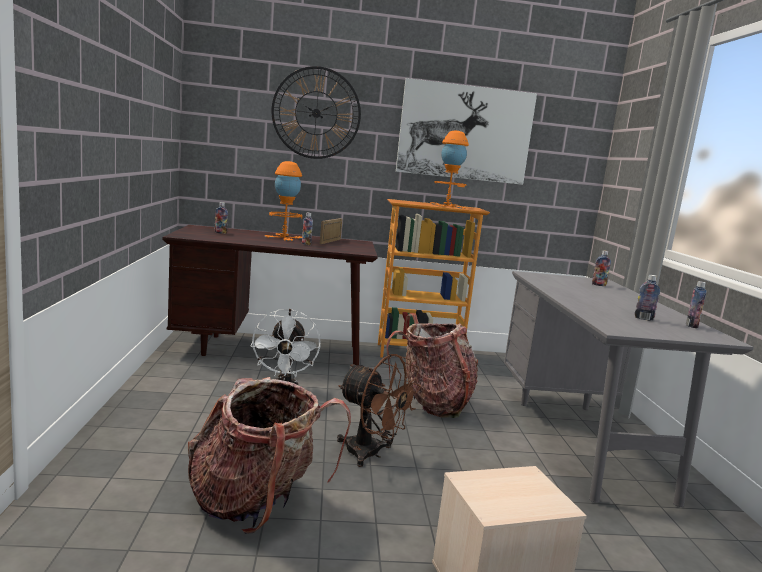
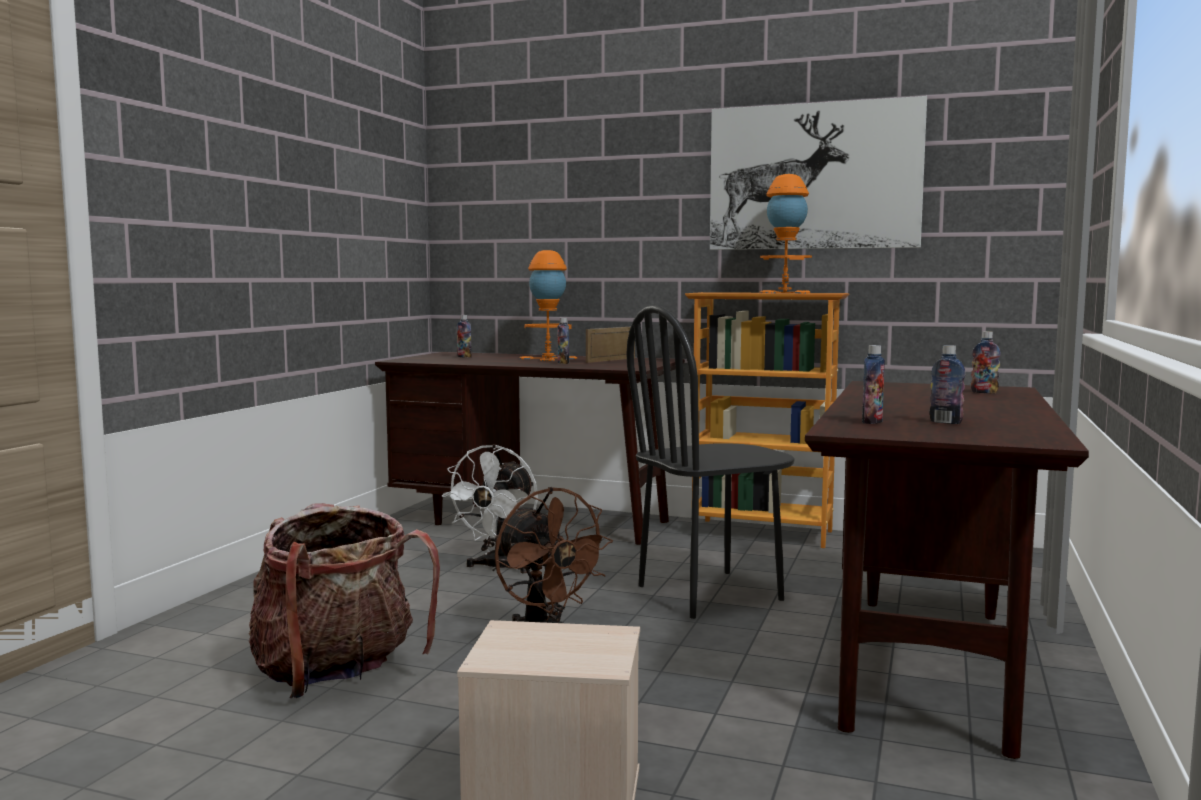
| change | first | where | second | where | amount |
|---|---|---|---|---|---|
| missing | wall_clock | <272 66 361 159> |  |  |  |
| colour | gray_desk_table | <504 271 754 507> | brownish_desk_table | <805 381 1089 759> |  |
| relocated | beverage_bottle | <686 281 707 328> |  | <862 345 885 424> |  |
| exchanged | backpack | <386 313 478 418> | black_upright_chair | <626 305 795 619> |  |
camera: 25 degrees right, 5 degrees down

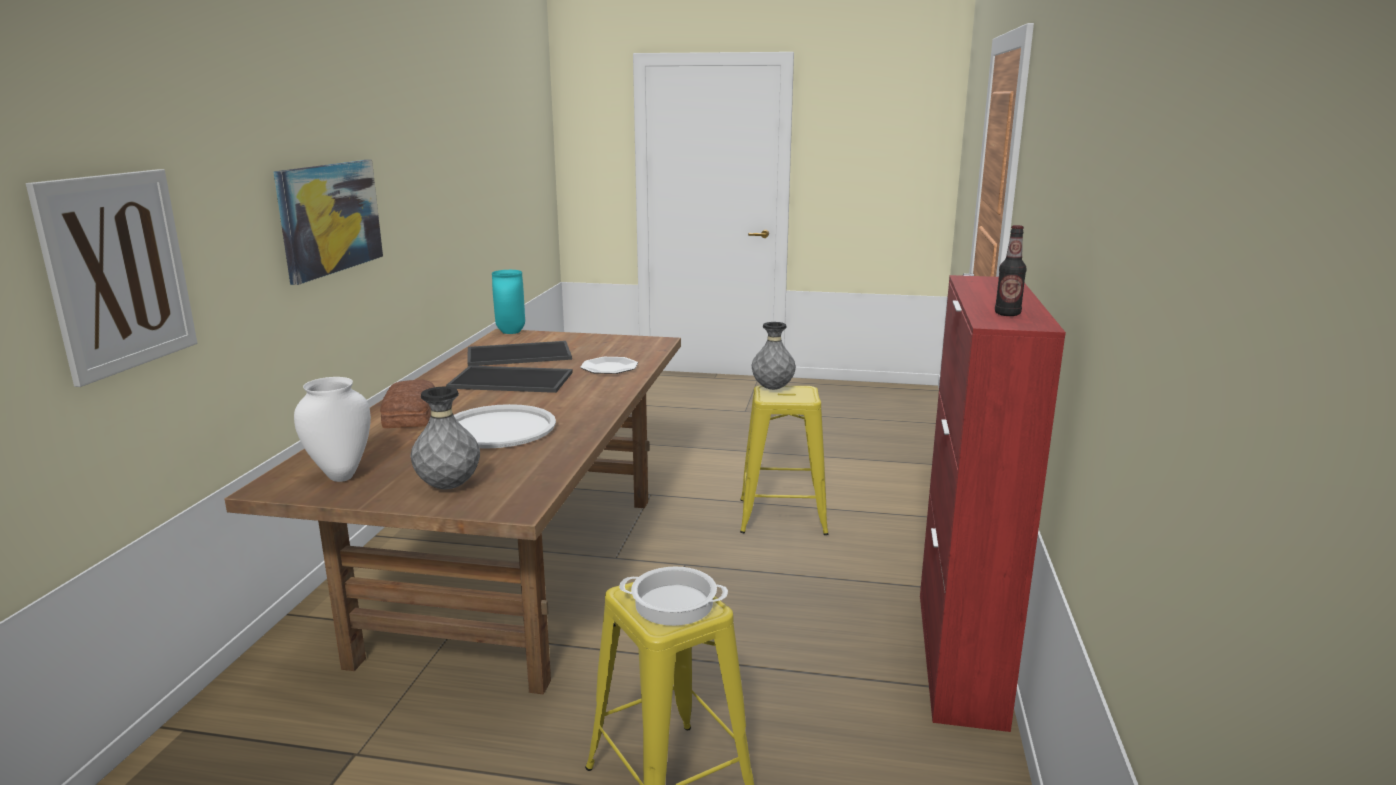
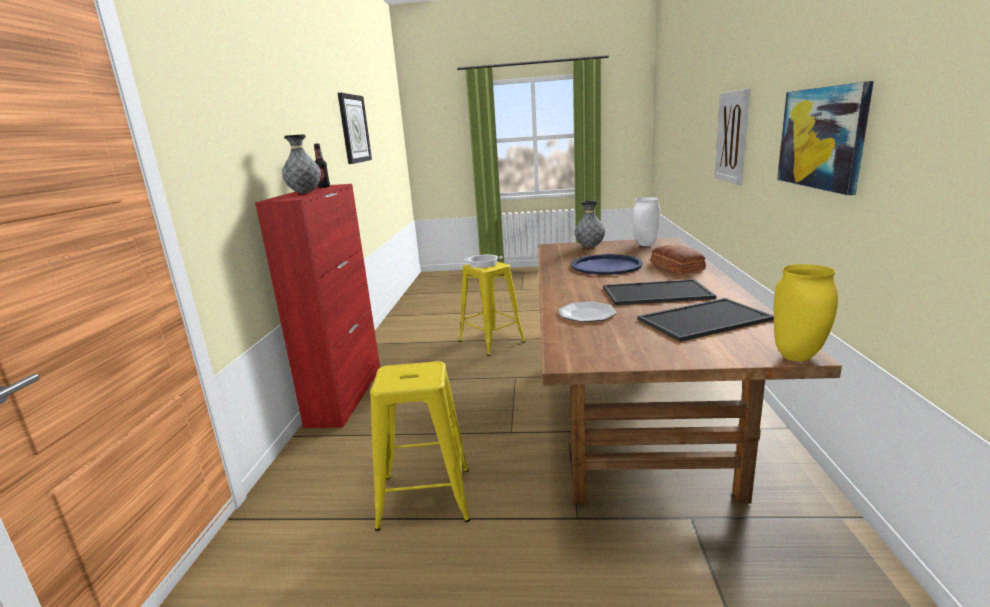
| change | first | where | second | where | amount |
|---|---|---|---|---|---|
| colour | turquoise_decorative_vase | <492 270 525 334> | yellow_decorative_vase | <774 264 838 361> |  |
| relocated | gray_decorative_vase | <752 322 796 390> |  | <282 134 321 194> |  |
| colour | white_serving_tray | <454 404 556 449> | blue-coloured_serving_tray | <571 254 643 275> |  |
| appeared |  |  | wall_clock | <338 93 372 164> |  |
camera: 175 degrees right, 0 degrees up

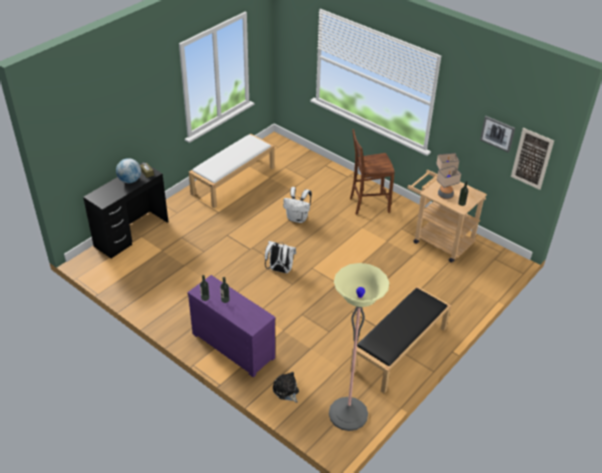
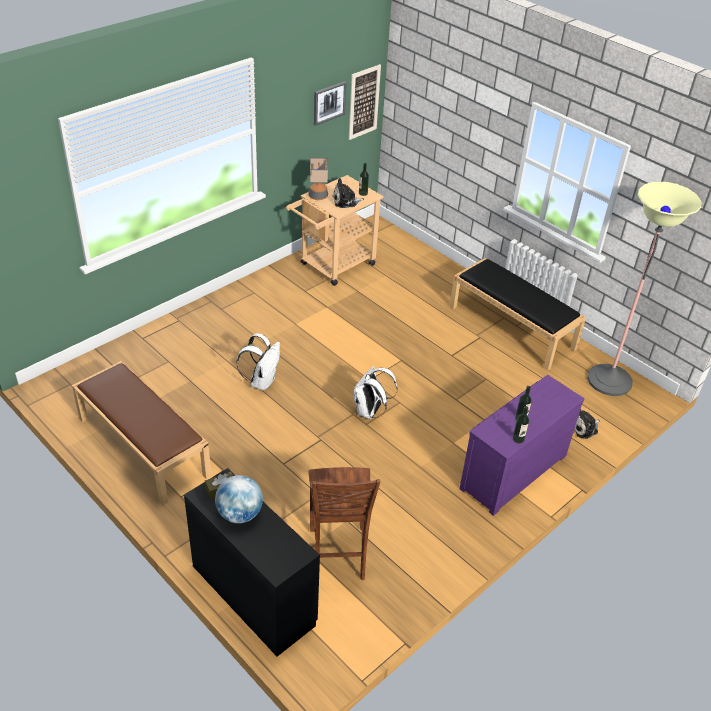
| change | first | where | second | where | amount |
|---|---|---|---|---|---|
| relocated | brownish_upright_chair | <350 129 395 215> |  | <308 467 380 580> |  |
| colour | white_indoor_bench | <189 134 275 208> | brownish_indoor_bench | <72 361 211 506> |  |
| exchanged | tabletop_lamp | <437 166 461 199> | plush_toy | <333 178 364 208> |  |
camera: 85 degrees left, 0 degrees up

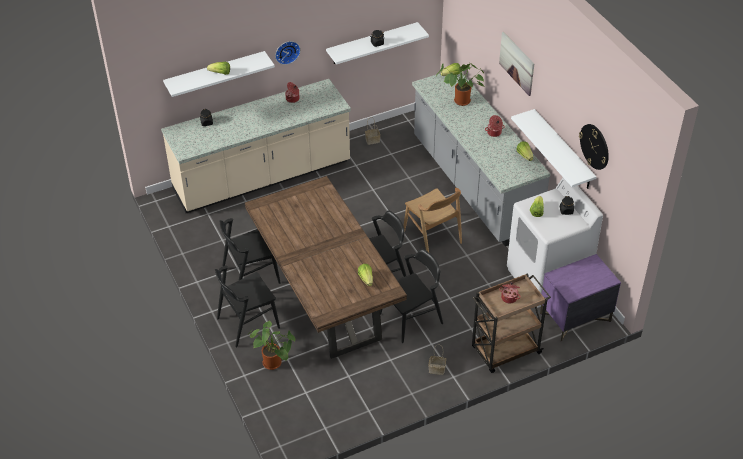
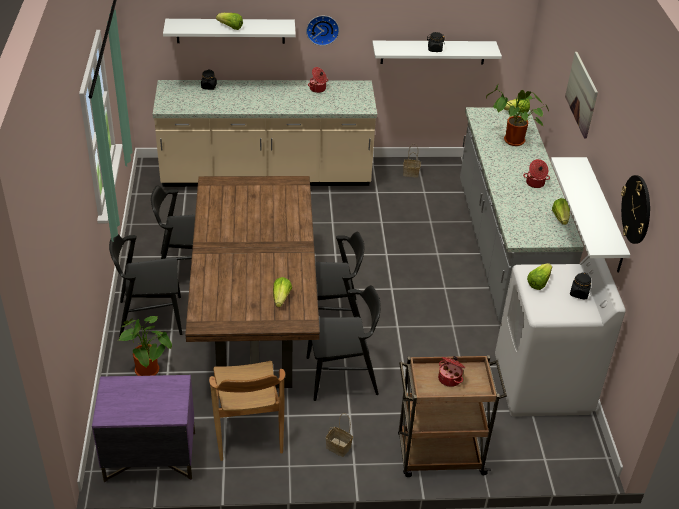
| change | first | where | second | where | amount |
|---|---|---|---|---|---|
| relocated | brownish_upright_chair | <404 188 462 252> |  | <209 361 285 461> |  |
| relocated | purple_nightstand | <540 254 621 342> |  | <92 375 195 483> |  |
camera: 20 degrees right, 5 degrees down

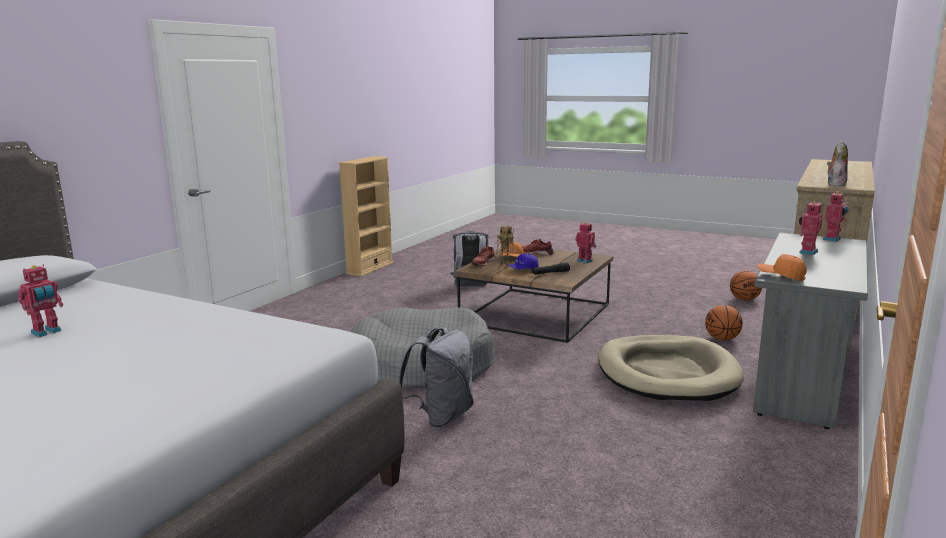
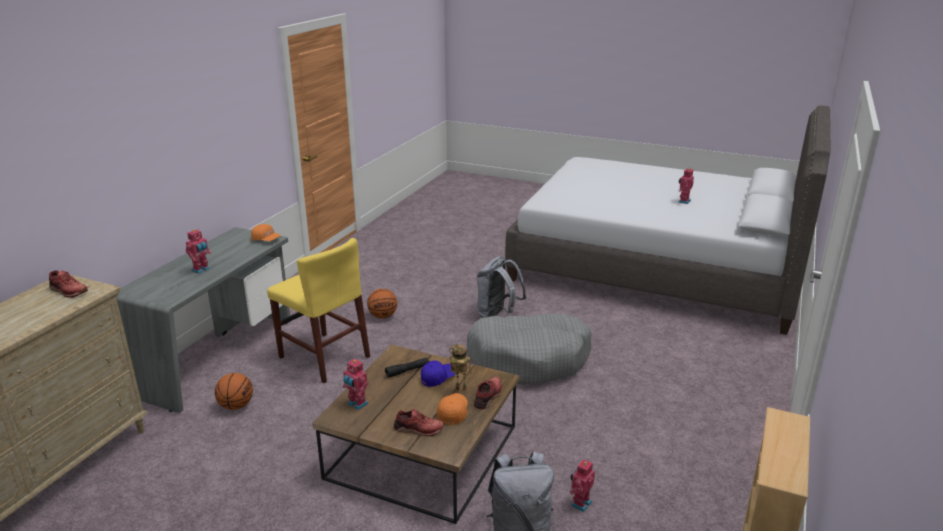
| change | first | where | second | where | amount |
|---|---|---|---|---|---|
| exchanged | plush_toy | <826 140 848 186> | red_item_of_footwear | <49 270 88 298> |  |
| relocated | model_robot | <823 192 848 242> |  | <569 459 595 512> |  |
| relocated | basketball_ball | <730 271 762 301> |  | <367 289 397 318> |  |
| exchanged | beige-coloured_pet_bed | <599 335 744 401> | yellow_upright_chair | <267 238 370 383> |  |
camera: 175 degrees right, 10 degrees up

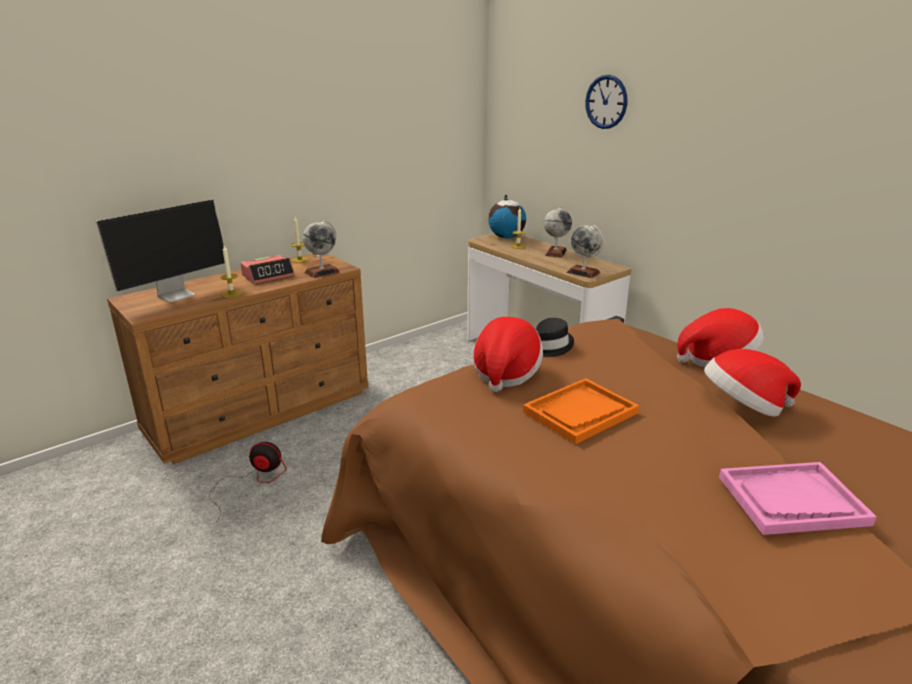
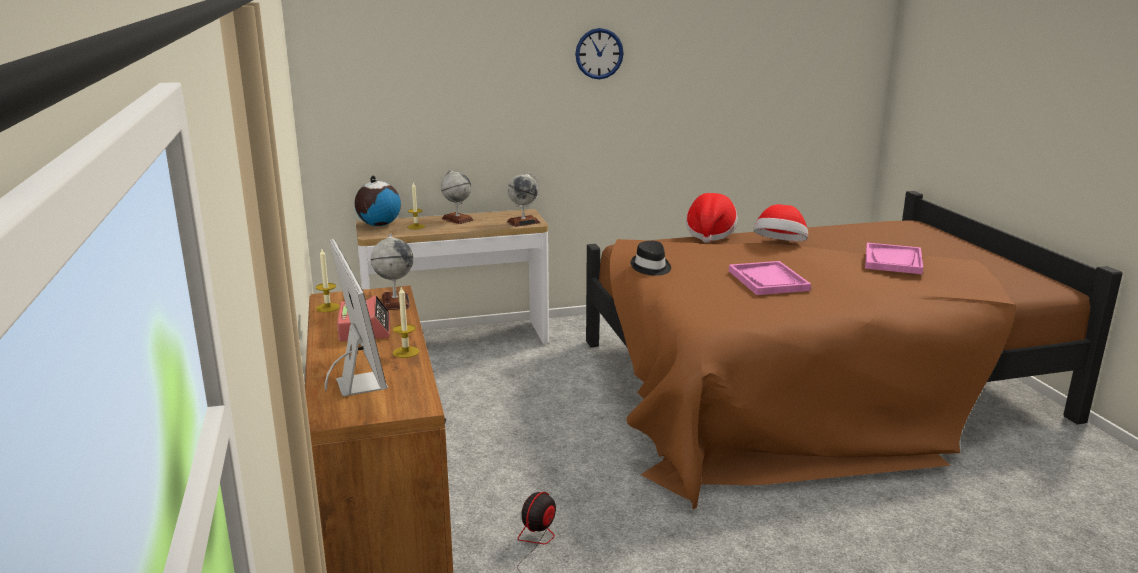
| change | first | where | second | where | amount |
|---|---|---|---|---|---|
| relocated | wall_clock | <585 75 627 129> |  | <575 28 624 79> |  |
| missing | clothing_hat | <473 317 543 392> |  |  |  |
| colour | orangey_serving_tray | <523 378 639 444> | pinkish_serving_tray | <729 261 811 295> |  |
camera: 65 degrees left, 5 degrees down

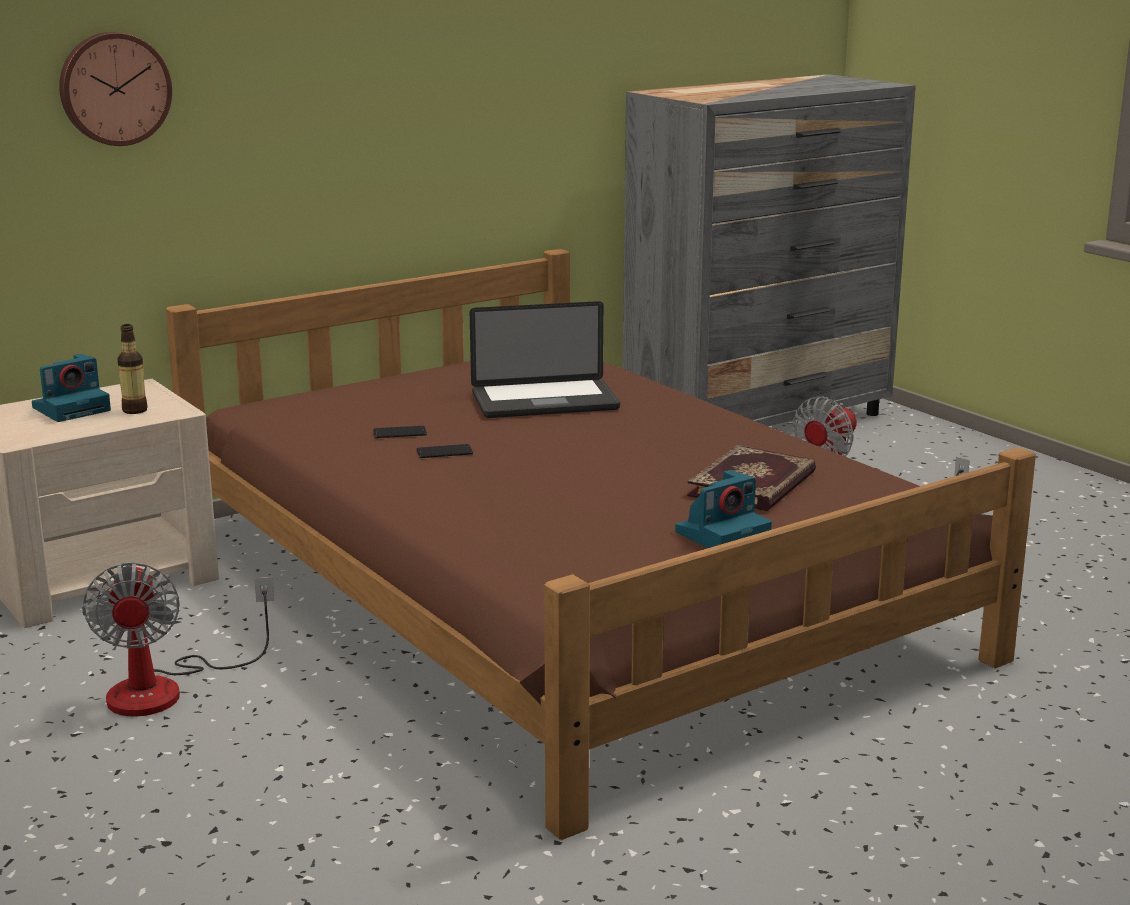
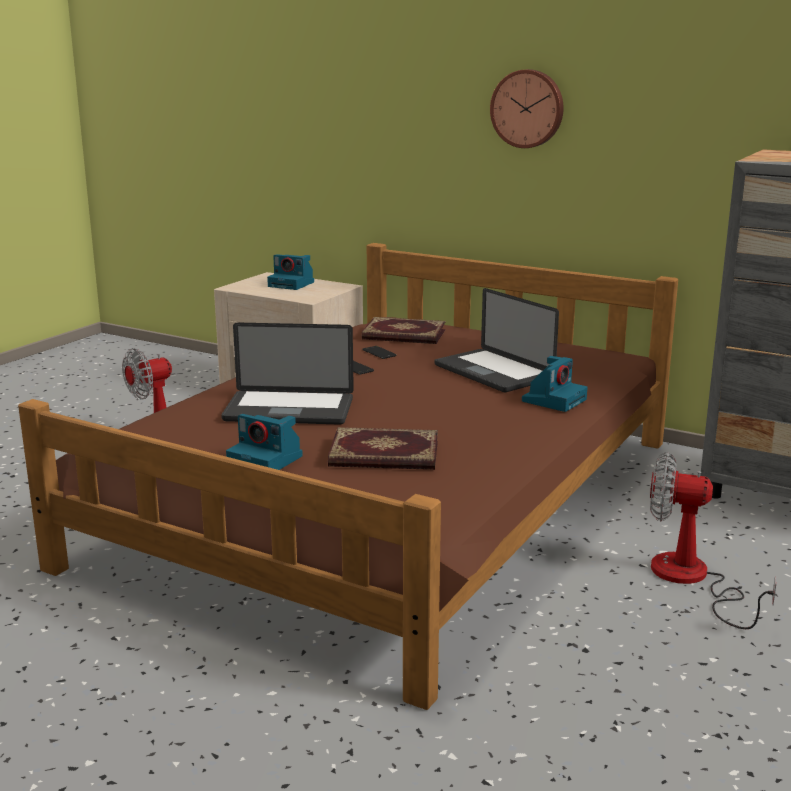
| change | first | where | second | where | amount |
|---|---|---|---|---|---|
| relocated | wall_clock | <59 32 172 146> |  | <490 69 564 148> |  |
| missing | beverage_bottle | <117 324 148 414> |  |  |  |
| appeared |  |  | book | <362 317 446 344> |  |
| appeared |  |  | portable_computer | <221 323 354 425> |  |
| appeared |  |  | photo_camera | <522 356 588 412> |  |
camera: 65 degrees right, 0 degrees up

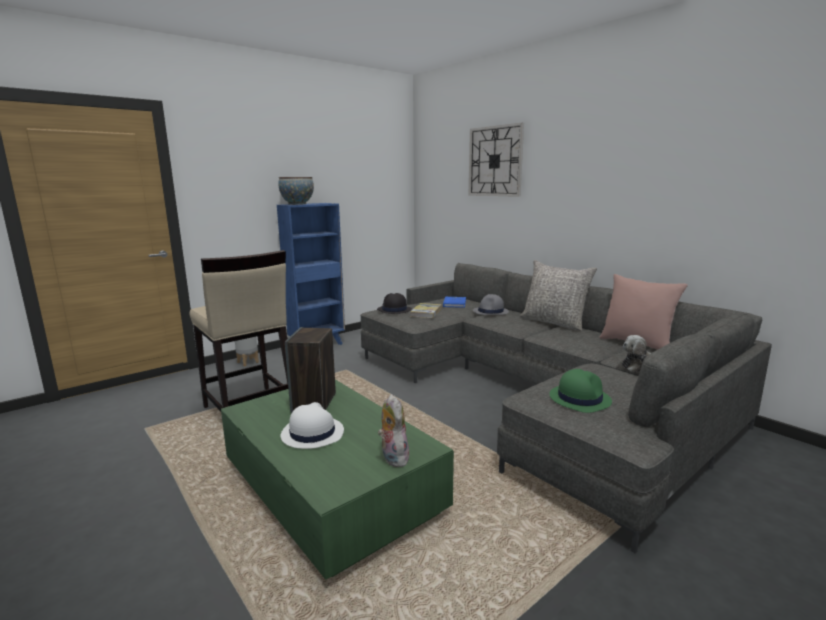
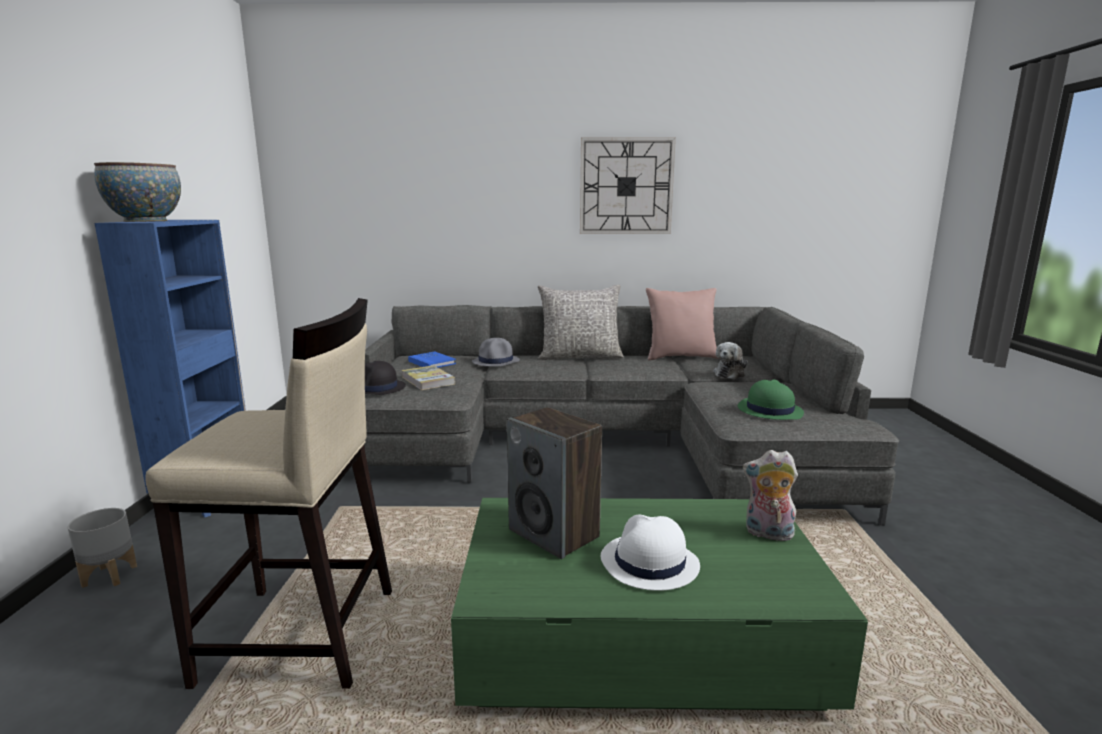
| change | first | where | second | where | amount |
|---|---|---|---|---|---|
| relocated | wall_clock | <469 123 524 197> |  | <580 137 676 234> |  |
camera: 50 degrees left, 0 degrees up

